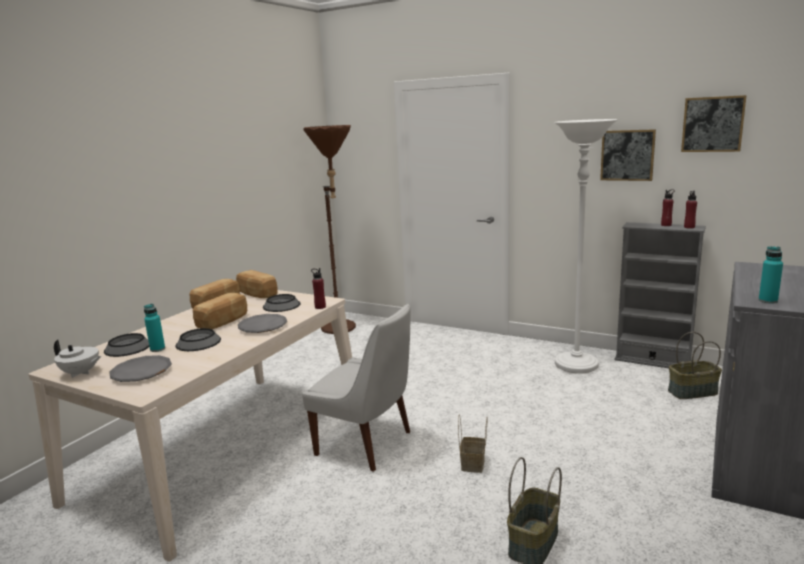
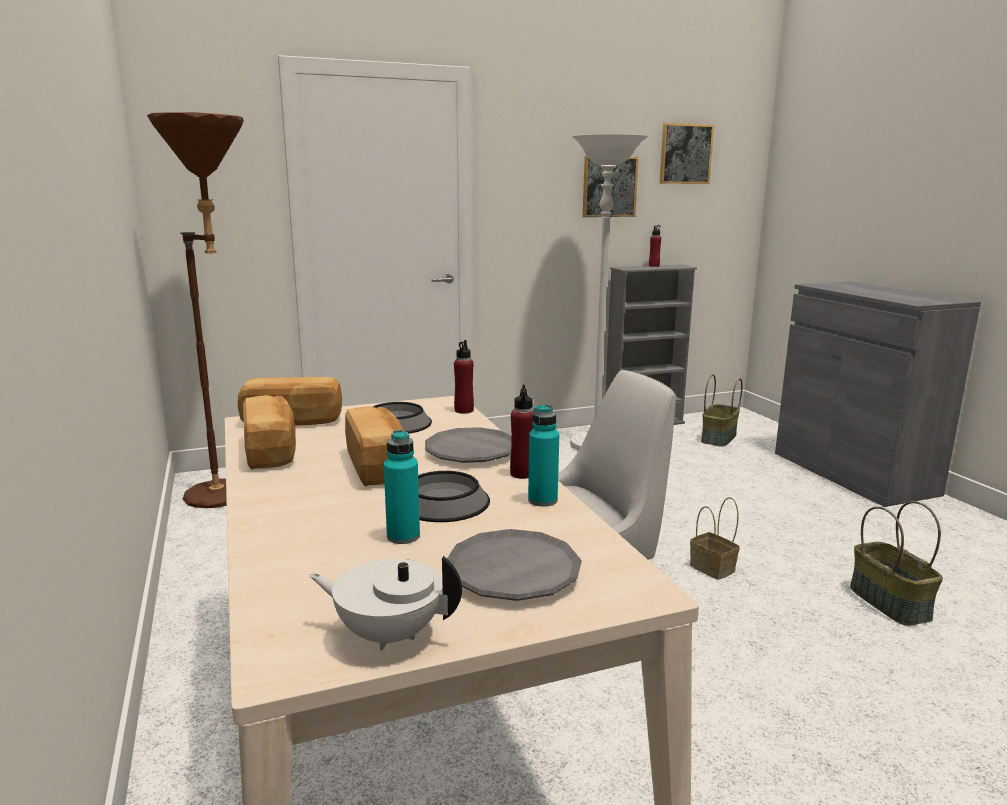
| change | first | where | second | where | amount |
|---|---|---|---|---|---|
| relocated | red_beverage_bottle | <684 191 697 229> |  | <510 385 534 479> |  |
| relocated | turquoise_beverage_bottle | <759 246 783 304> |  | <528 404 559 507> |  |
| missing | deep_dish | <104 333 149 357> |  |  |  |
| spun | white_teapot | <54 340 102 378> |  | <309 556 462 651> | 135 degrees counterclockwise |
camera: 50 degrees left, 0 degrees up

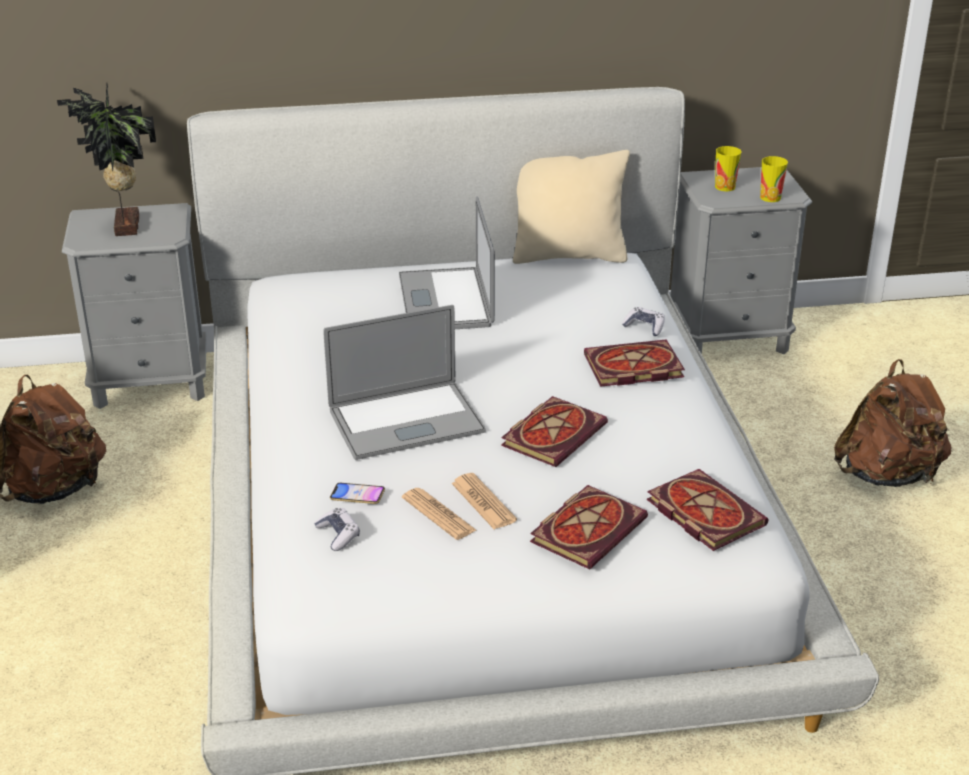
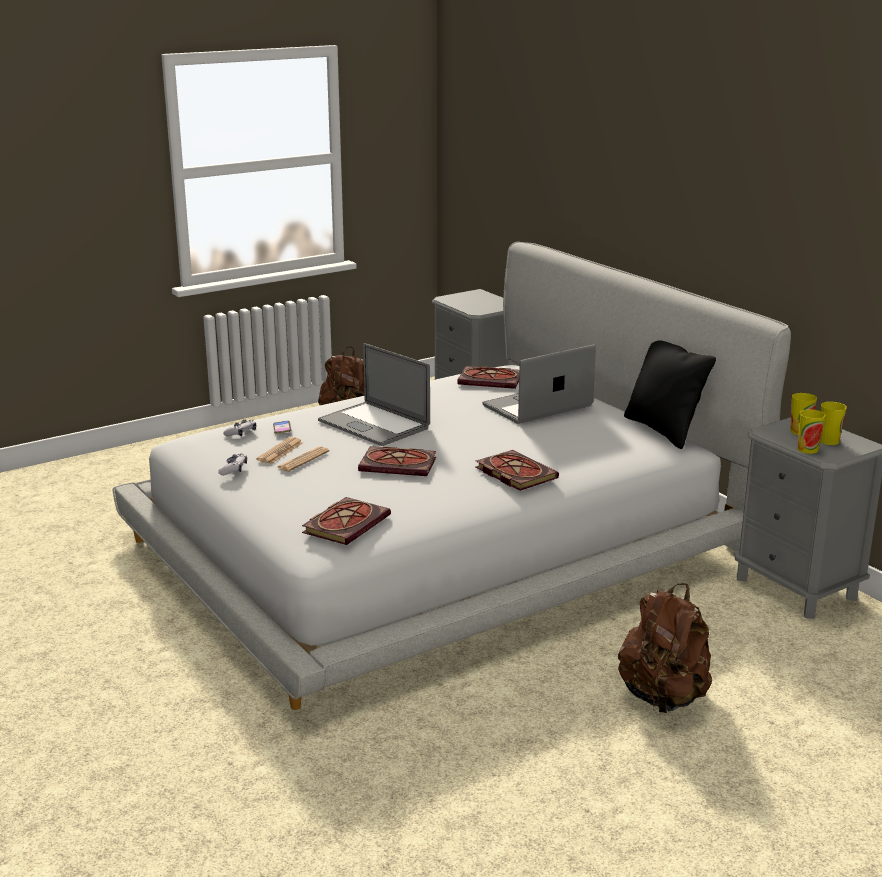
| change | first | where | second | where | amount |
|---|---|---|---|---|---|
| missing | houseplant | <57 83 156 236> |  |  |  |
| colour | beige-coloured_pillow | <513 150 630 264> | black_pillow | <624 340 716 449> |  |
| relocated | game_controller | <622 307 665 336> |  | <218 453 247 475> |  |
| relocated | book | <530 485 648 570> |  | <457 366 519 389> |  |
| appeared |  |  | small_cup | <820 402 847 445> |  |
camera: 65 degrees right, 10 degrees down

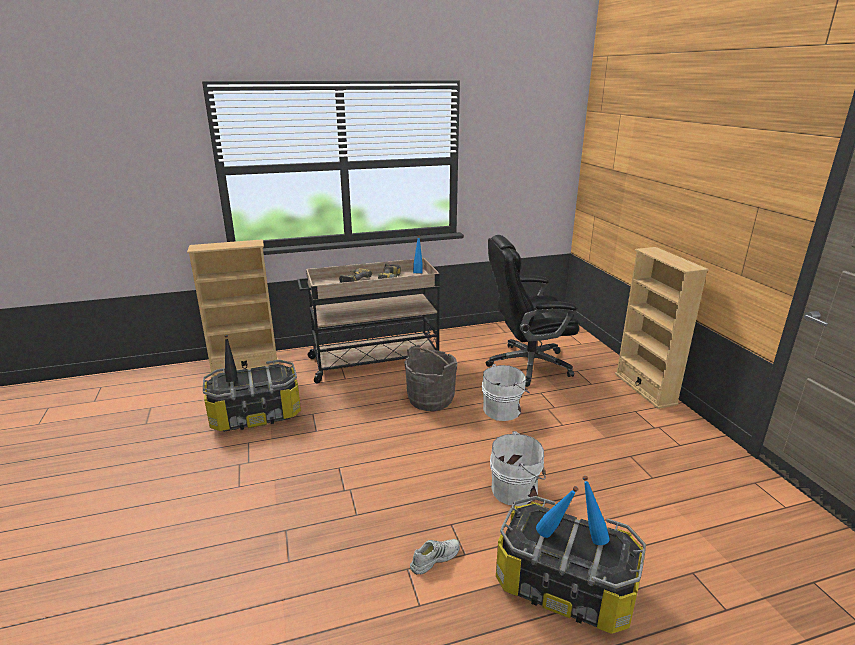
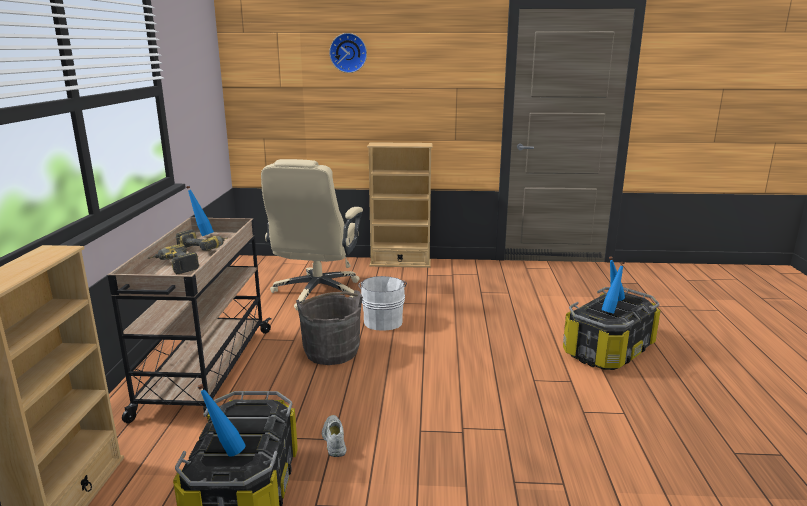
| change | first | where | second | where | amount |
|---|---|---|---|---|---|
| colour | black_office_chair | <486 235 579 387> | beige-coloured_office_chair | <261 159 363 311> |  |
| colour | black_beverage_bottle | <225 335 238 382> | blue-coloured_beverage_bottle | <197 384 246 457> |  |
| missing | white_bucket | <490 431 546 506> |  |  |  |
| relocated | white_item_of_footwear | <410 539 460 574> |  | <322 415 346 457> |  |
| appeared |  |  | wall_clock | <329 33 367 73> |  |
camera: 70 degrees left, 5 degrees down

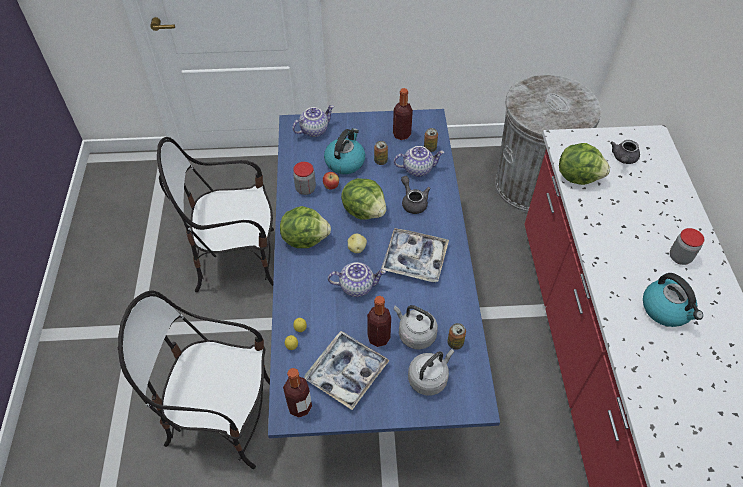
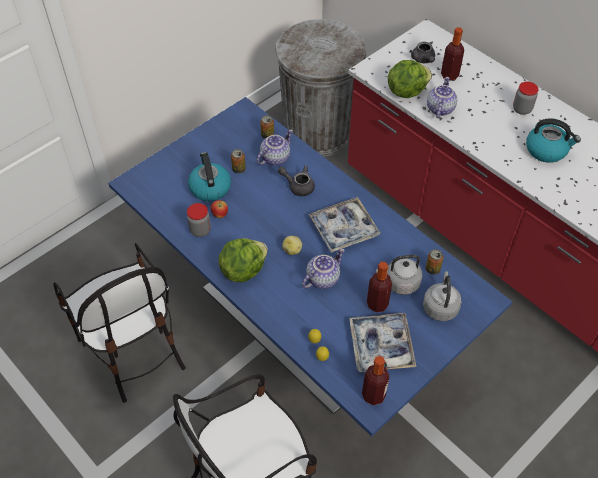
| change | first | where | second | where | amount |
|---|---|---|---|---|---|
| relocated | beverage_bottle | <393 88 413 140> |  | <441 27 464 81> |  |
| relocated | teapot | <292 105 334 137> |  | <427 77 457 118> |  |
| spun | upright_chair | <157 137 274 292> |  | <53 243 186 403> | 75 degrees counterclockwise |
| missing | lettuce_head | <341 178 386 220> |  |  |  |
camera: 40 degrees left, 0 degrees up

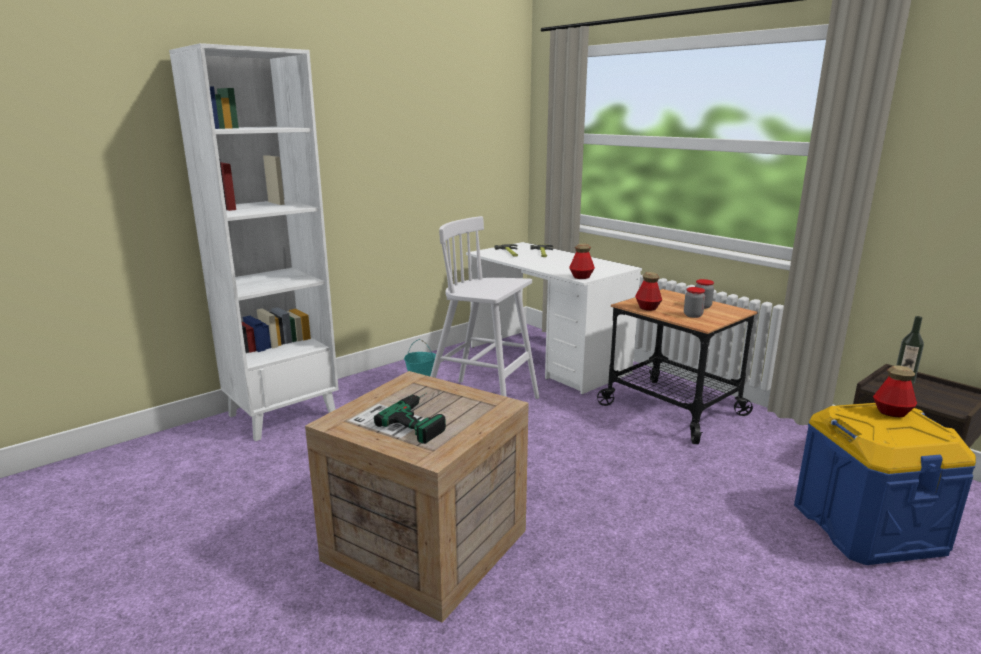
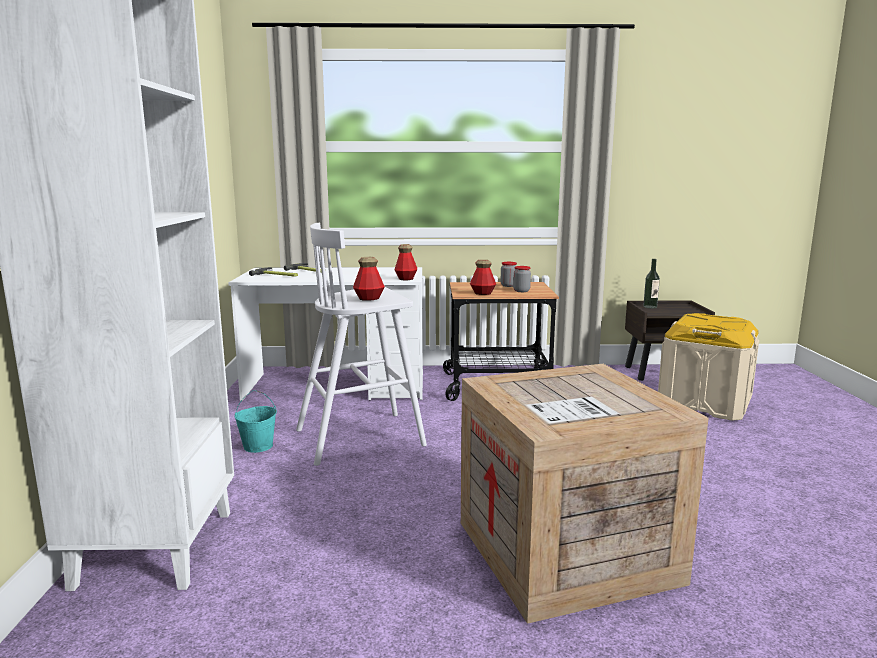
| change | first | where | second | where | amount |
|---|---|---|---|---|---|
| relocated | beverage_bottle | <873 366 917 417> |  | <353 257 385 301> |  |
| missing | drill | <374 393 446 444> |  |  |  |
| colour | blue-coloured_storage_box | <794 403 976 565> | beige-coloured_storage_box | <658 313 759 421> |  |
camera: 50 degrees left, 5 degrees down

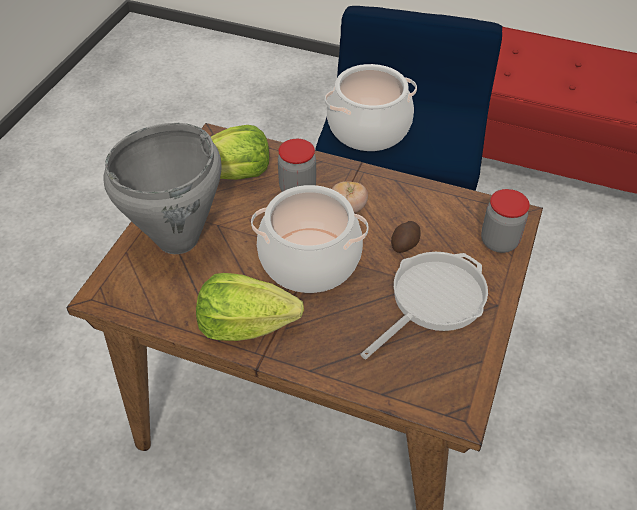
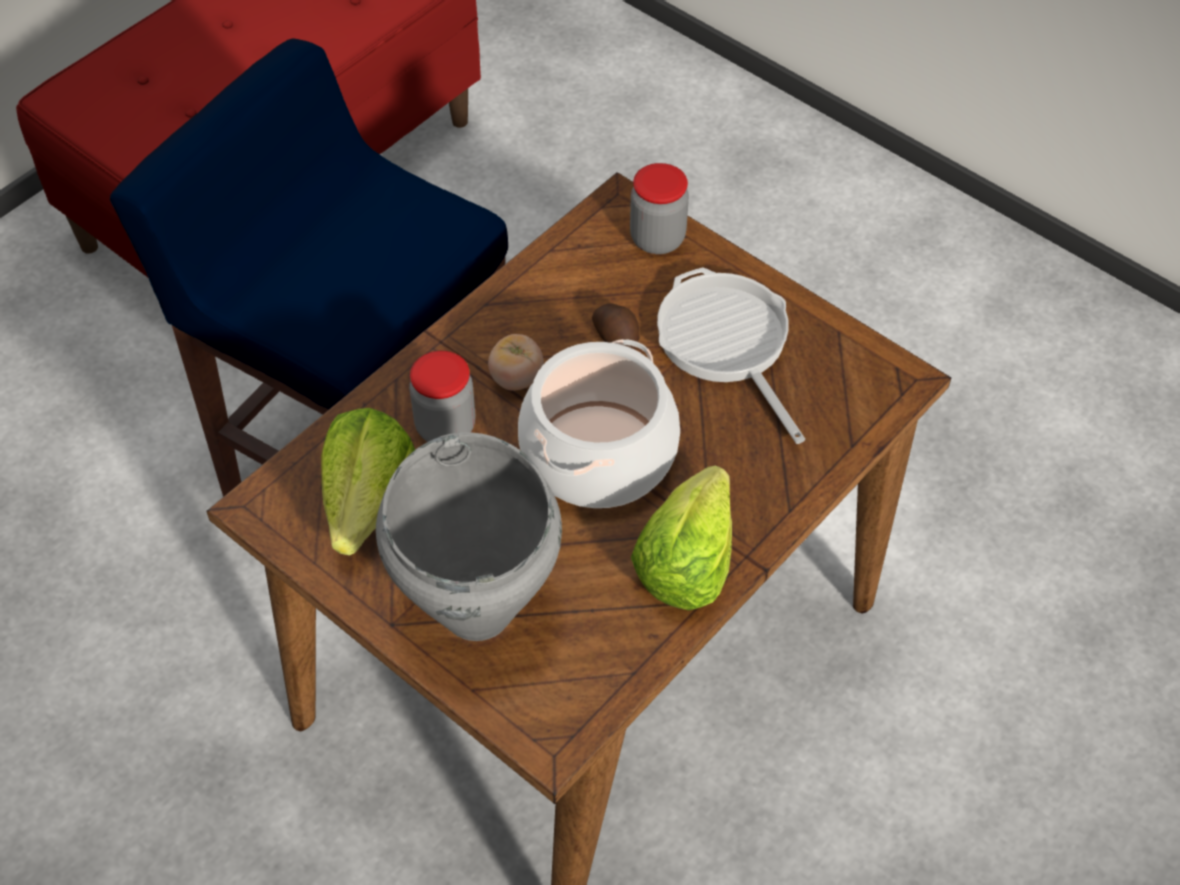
| change | first | where | second | where | amount |
|---|---|---|---|---|---|
| missing | cooking_pot | <325 64 417 151> |  |  |  |
camera: 70 degrees left, 5 degrees up

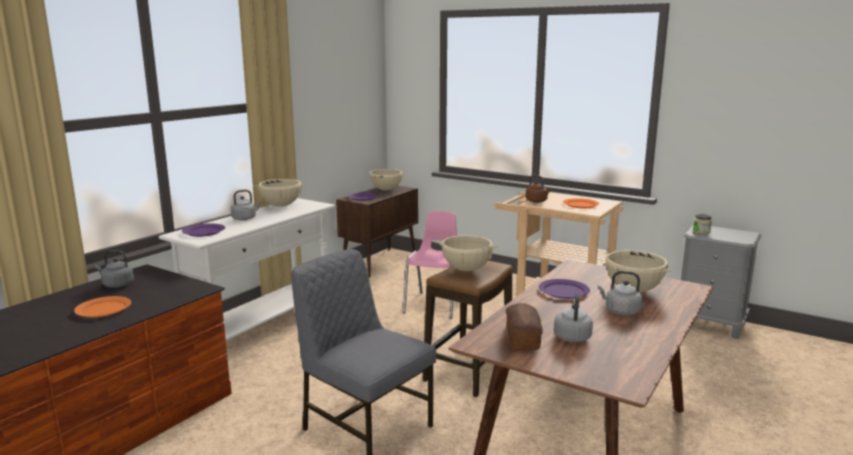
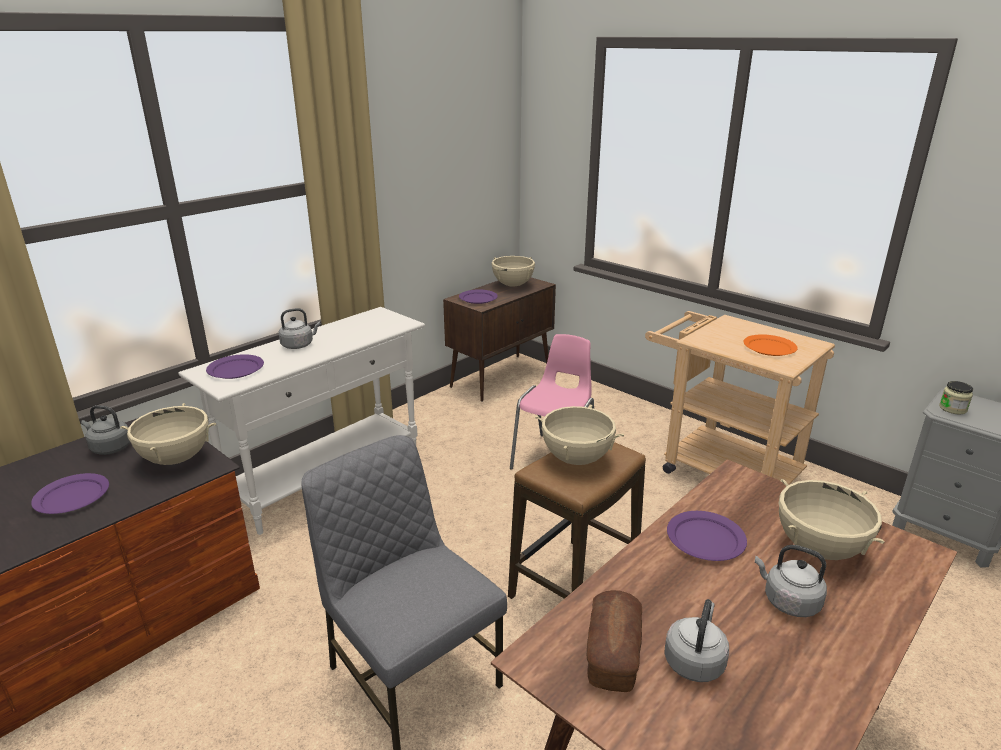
| change | first | where | second | where | amount |
|---|---|---|---|---|---|
| missing | brownish_tea_kettle | <526 175 551 203> |  |  |  |
| relocated | beige-coloured_cooking_pot | <253 179 306 207> |  | <120 403 216 465> |  |
| colour | orangey_flat_dish | <74 296 131 318> | purple_flat_dish | <31 473 109 514> |  |
camera: 10 degrees right, 10 degrees up

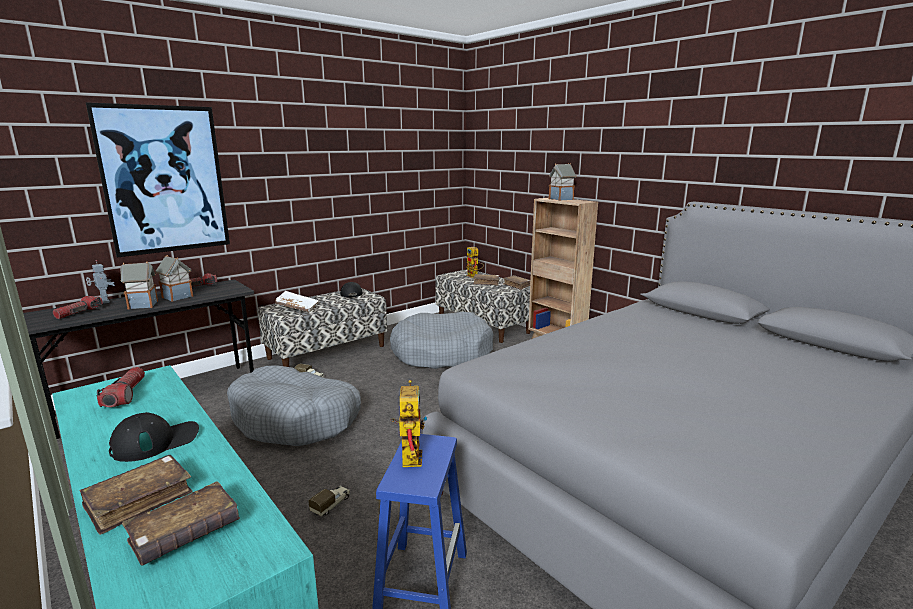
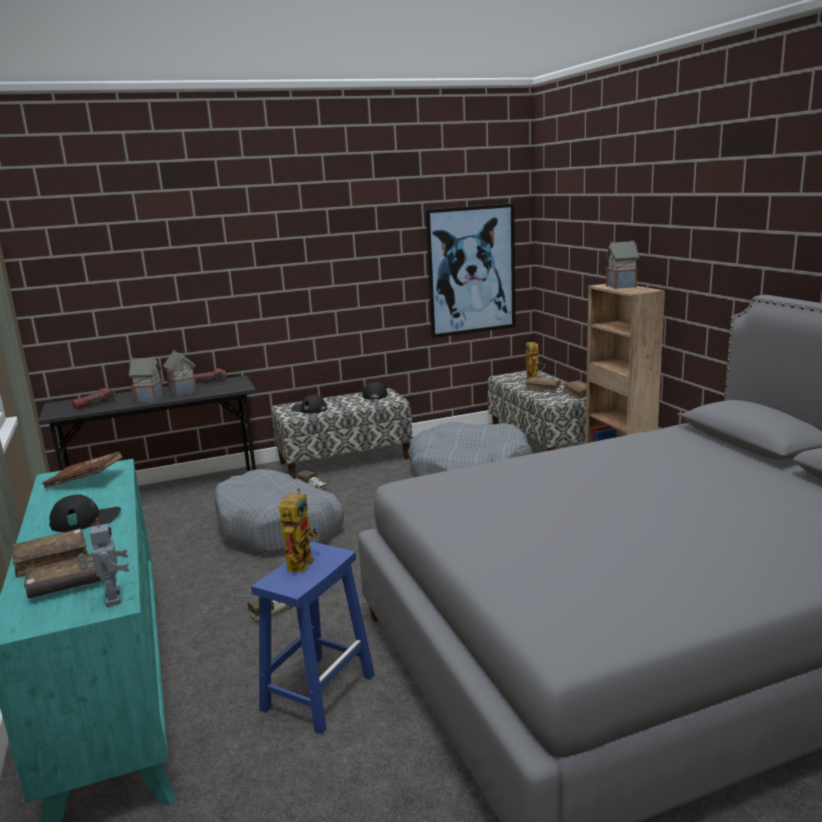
| change | first | where | second | where | amount |
|---|---|---|---|---|---|
| relocated | wall_picture | <86 102 230 257> |  | <426 203 516 338> |  |
| relocated | model_robot | <86 260 115 304> |  | <77 518 130 607> |  |
| exchanged | white_book | <275 291 319 313> | black_baseball_cap | <291 395 327 414> |  |
| exchanged | torch | <96 367 145 407> | brownish_book | <42 452 123 489> |  |
camera: 20 degrees right, 0 degrees up

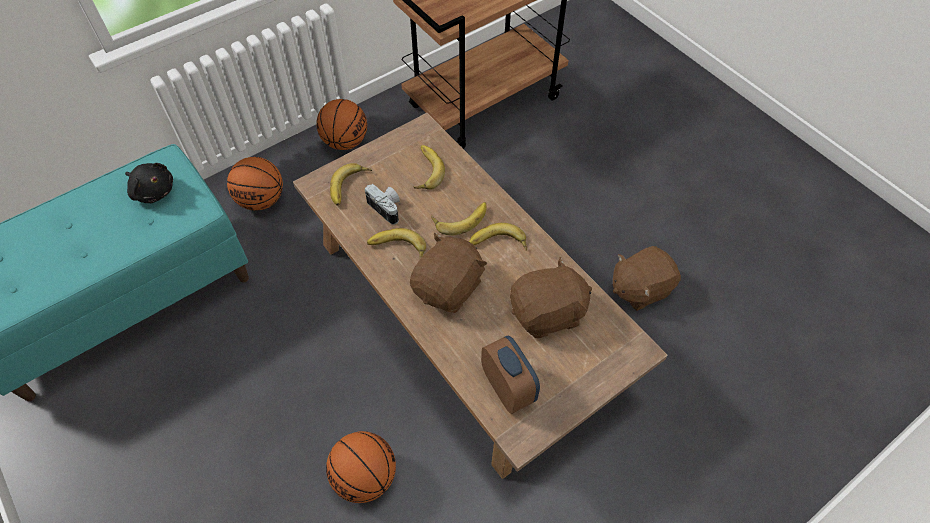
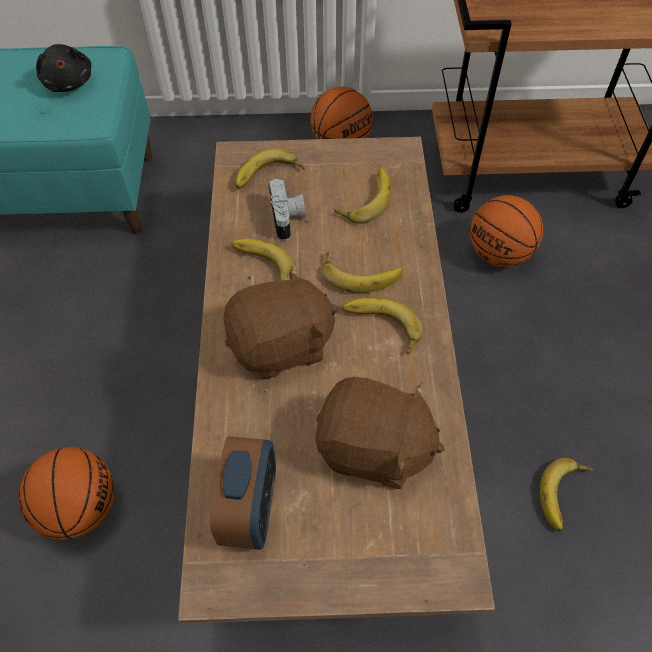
| change | first | where | second | where | amount |
|---|---|---|---|---|---|
| relocated | basketball_ball | <227 157 283 211> |  | <470 195 543 267> |  |
| exchanged | brownish_plush_toy | <613 246 681 311> | whole_banana | <540 458 594 531> |  |
camera: 35 degrees right, 0 degrees up

